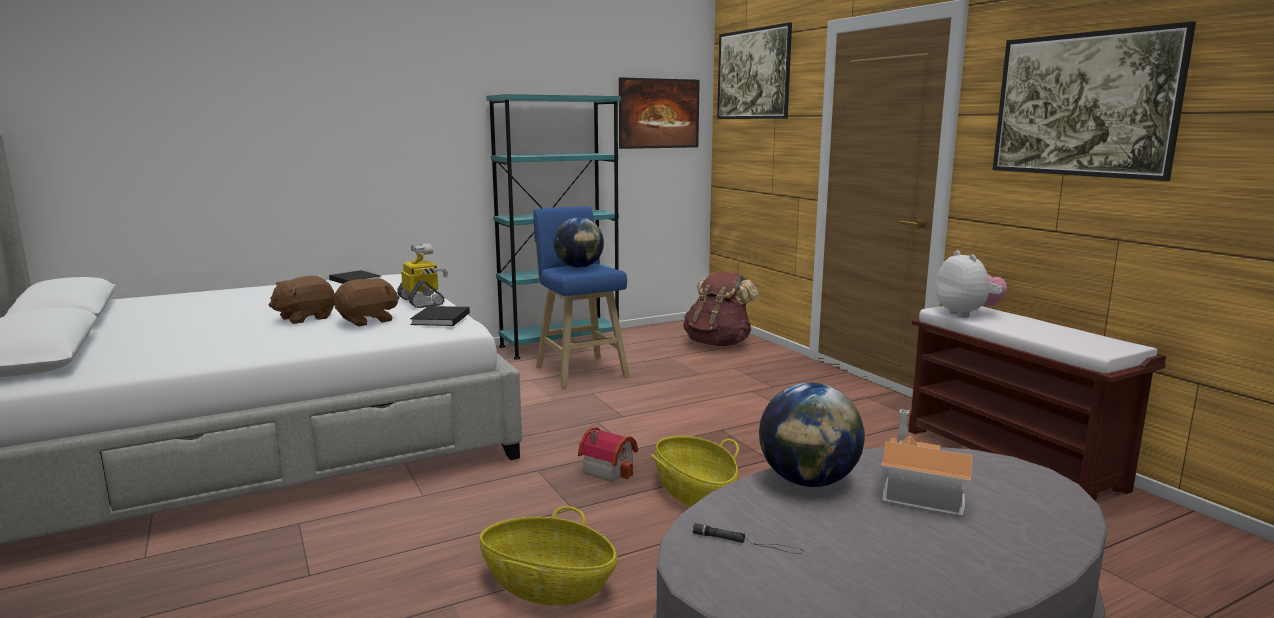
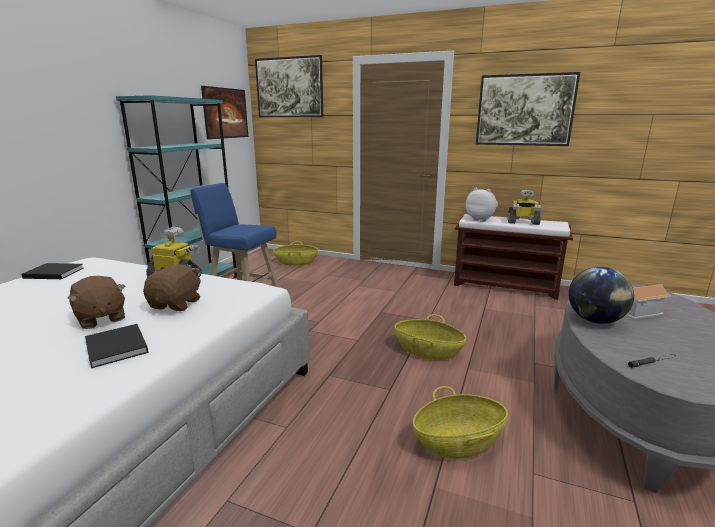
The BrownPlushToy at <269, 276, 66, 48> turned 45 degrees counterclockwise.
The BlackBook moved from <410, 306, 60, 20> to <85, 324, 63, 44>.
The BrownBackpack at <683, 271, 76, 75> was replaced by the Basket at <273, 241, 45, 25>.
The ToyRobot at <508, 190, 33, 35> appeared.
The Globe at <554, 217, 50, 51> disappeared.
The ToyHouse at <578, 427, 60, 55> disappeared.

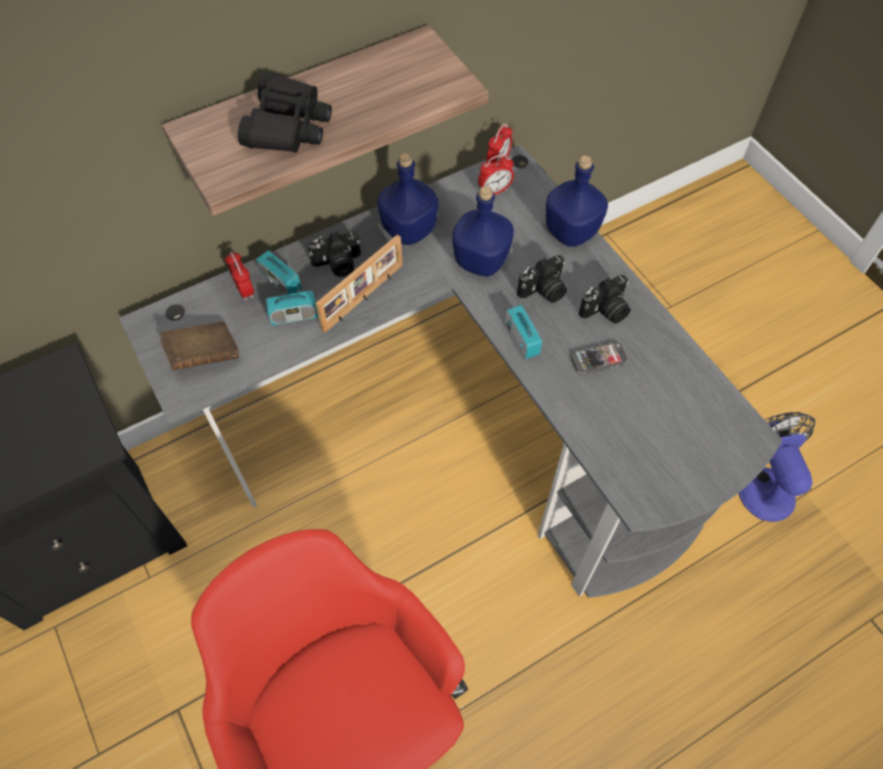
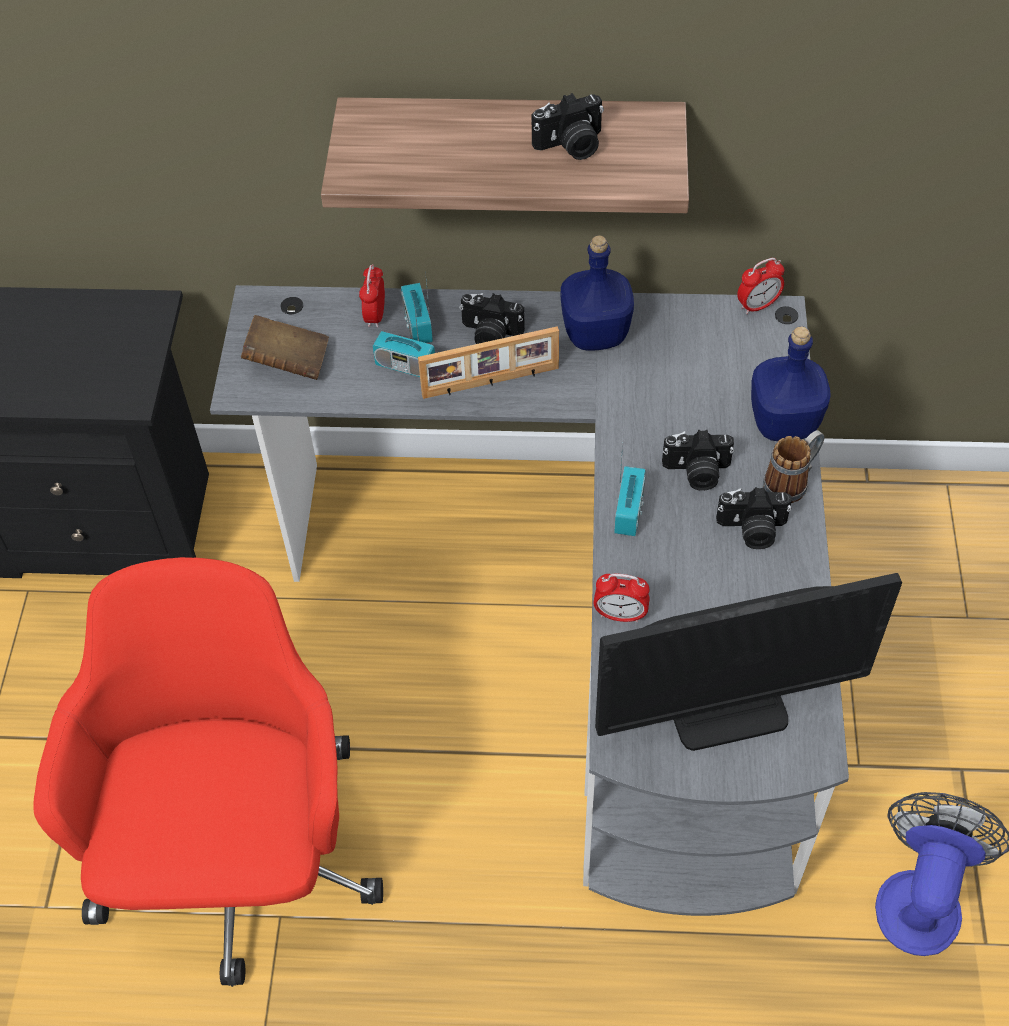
The PhotoCamera at <532, 93, 72, 67> appeared.
The AlarmClock moved from <478, 154, 36, 41> to <593, 574, 57, 48>.
The Monitor at <595, 573, 307, 178> appeared.
The Mug at <763, 430, 62, 73> appeared.
The BlackBinoculars at <238, 73, 94, 80> disappeared.
The BlueBottle at <452, 186, 62, 91> disappeared.
The Phone at <570, 341, 58, 34> disappeared.

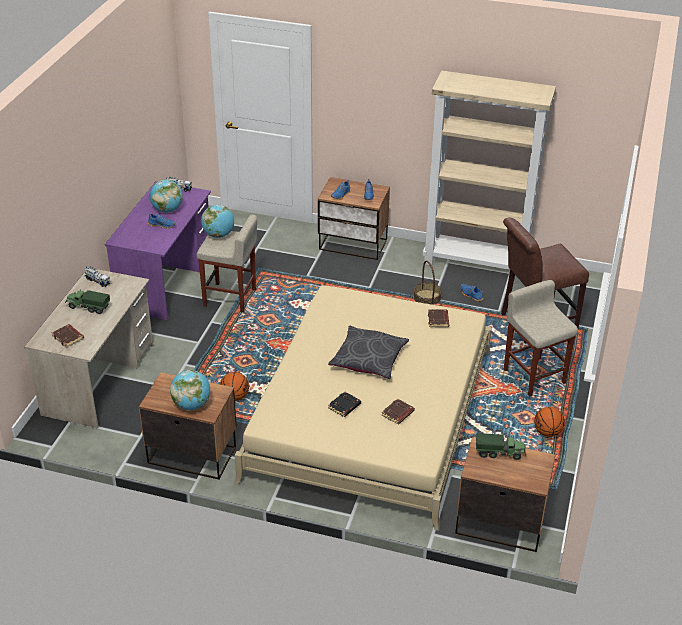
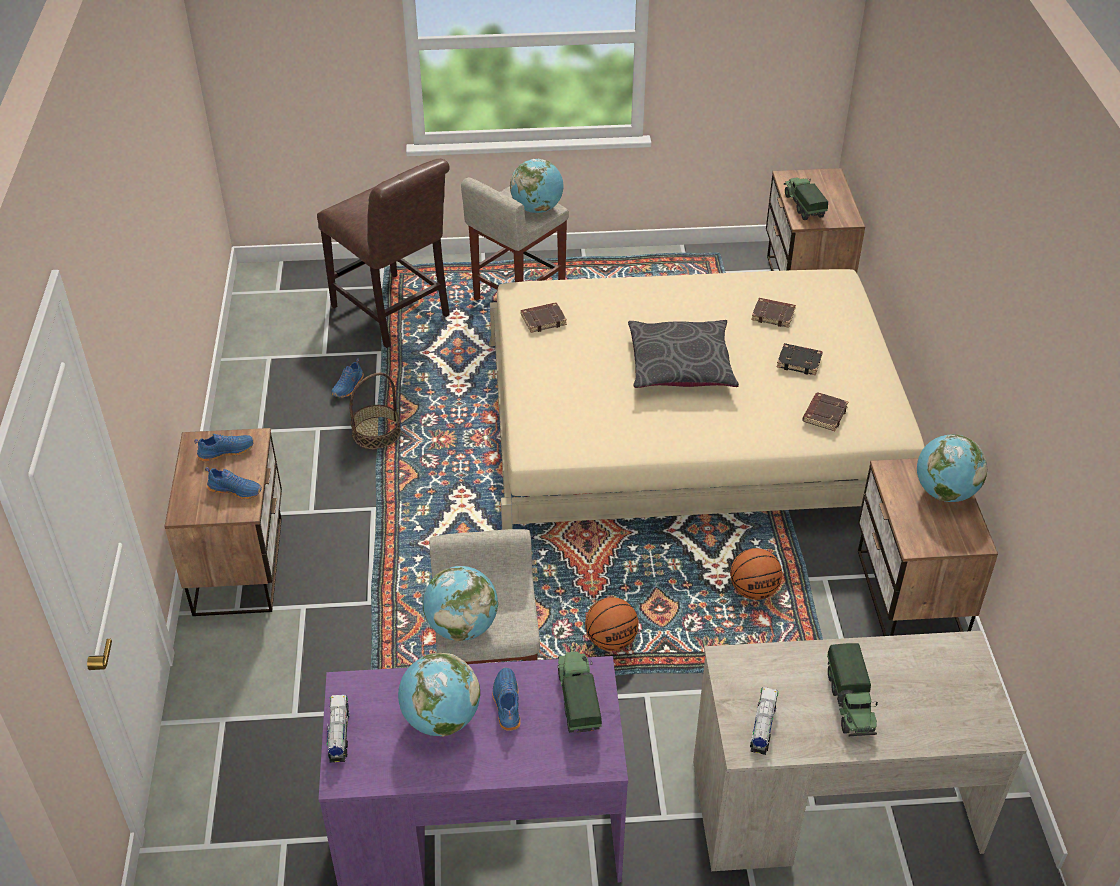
The Globe at <510, 159, 53, 54> appeared.
The ToyTruck at <557, 651, 45, 82> appeared.
The Basketball moved from <534, 407, 31, 30> to <585, 597, 53, 54>.
The BrownBook moved from <52, 324, 32, 24> to <802, 393, 47, 38>.
The BeigeBookcase at <423, 71, 133, 210> disappeared.

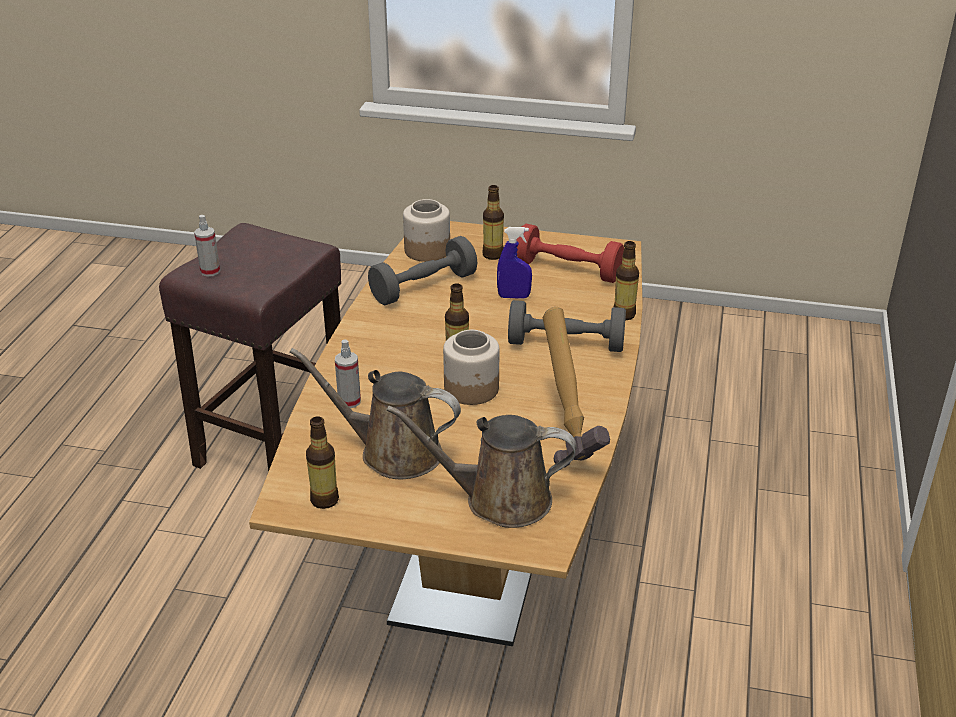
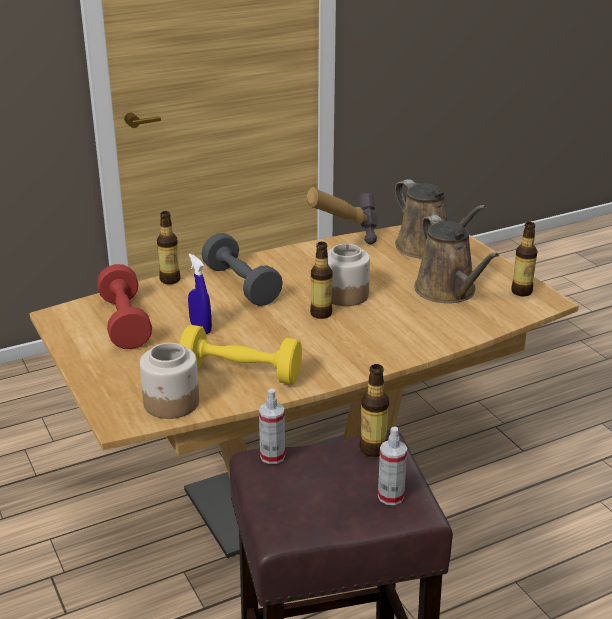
The GreyDumbbell at <368, 236, 110, 69> became the YellowDumbbell at <180, 325, 122, 59>.
The SprayBottle moved from <335, 339, 26, 69> to <259, 389, 26, 75>.
The Bottle moved from <483, 185, 21, 75> to <359, 364, 30, 93>.

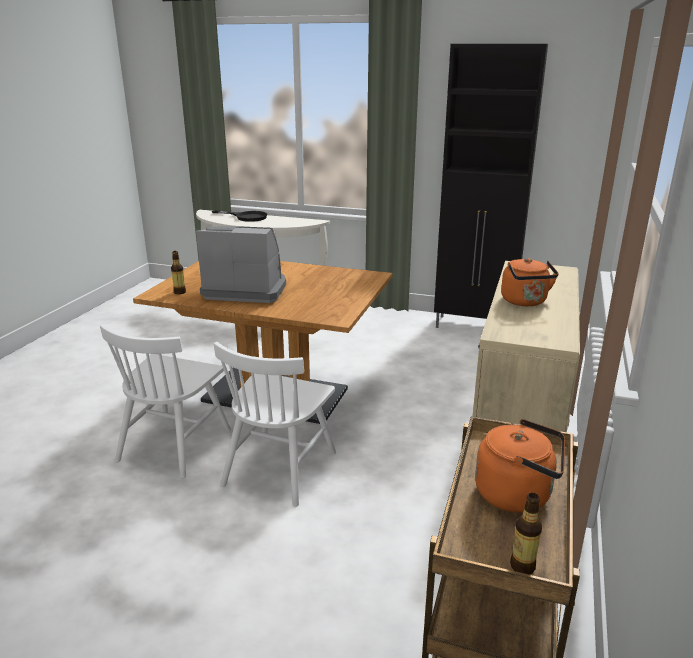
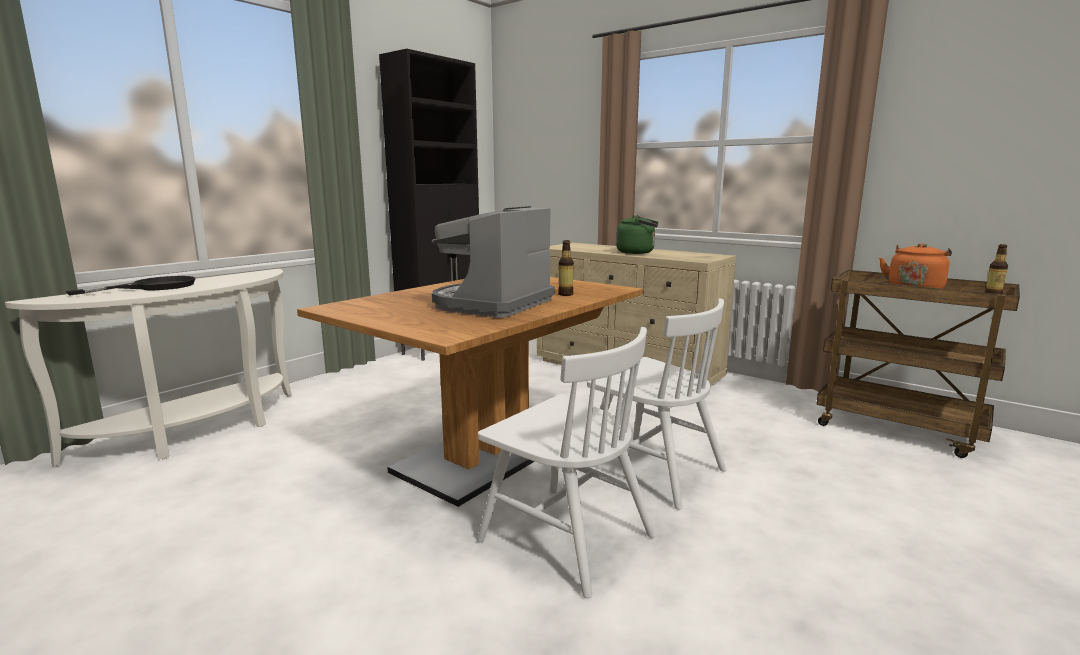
The Bottle moved from <171, 251, 15, 43> to <558, 240, 16, 56>.
The OrangeKettle at <501, 258, 58, 48> became the GreenKettle at <616, 215, 42, 39>.

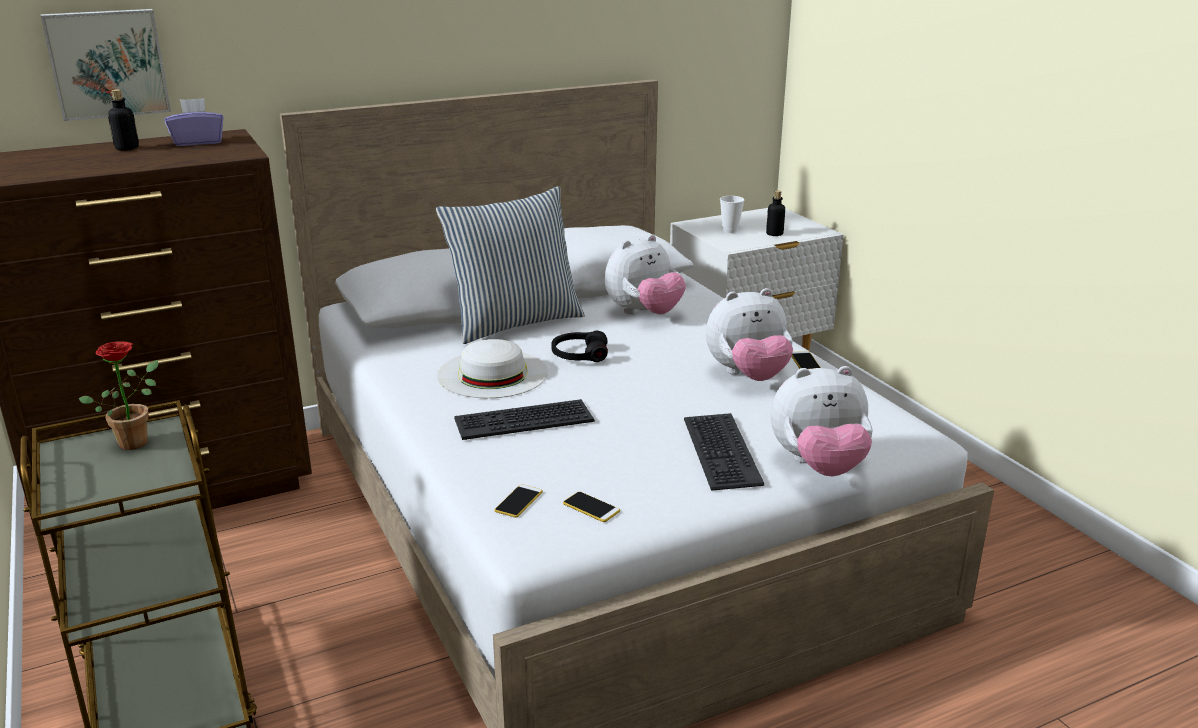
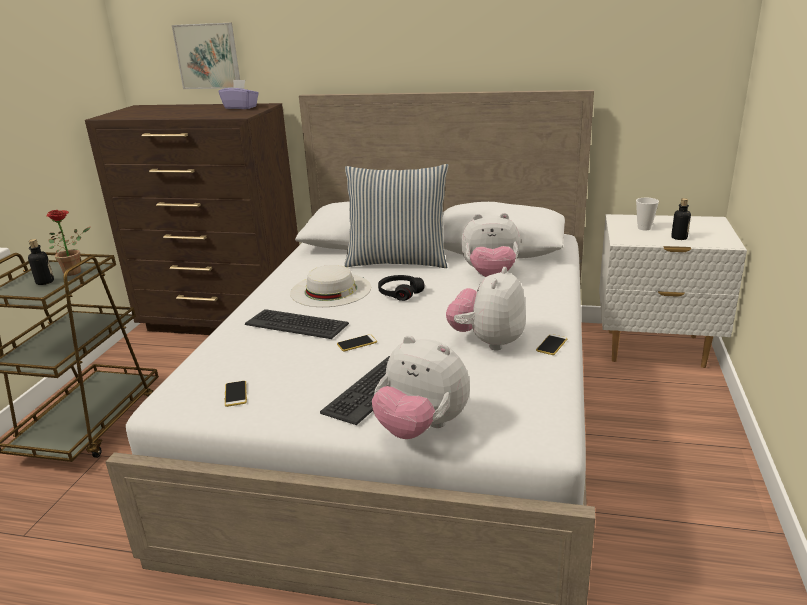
The Bottle moved from <108, 89, 31, 62> to <28, 239, 26, 46>.
The Phone moved from <494, 484, 49, 34> to <337, 334, 40, 17>.
The PlushToy at <706, 288, 87, 93> turned 90 degrees clockwise.

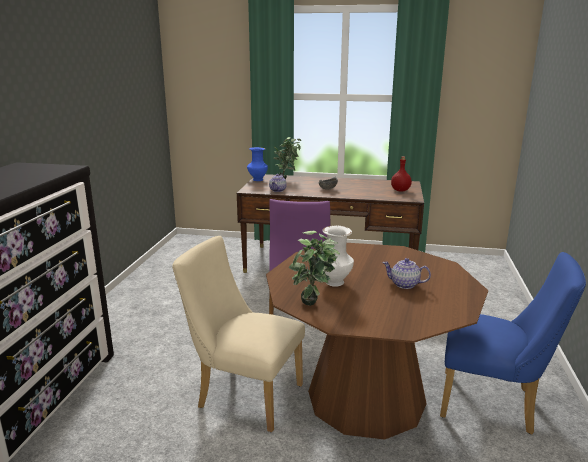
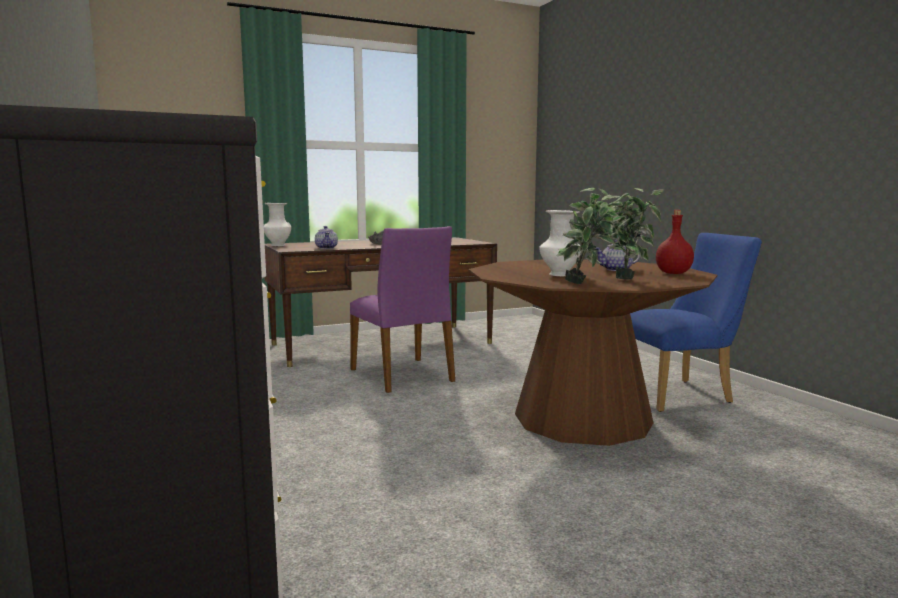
The BlueVase at <247, 147, 21, 34> became the WhiteVase at <264, 203, 27, 43>.
The PottedPlant moved from <273, 137, 28, 43> to <607, 188, 58, 92>.
The RedBottle moved from <391, 156, 21, 35> to <656, 210, 38, 64>.
The BeigeChair at <172, 236, 133, 196> disappeared.

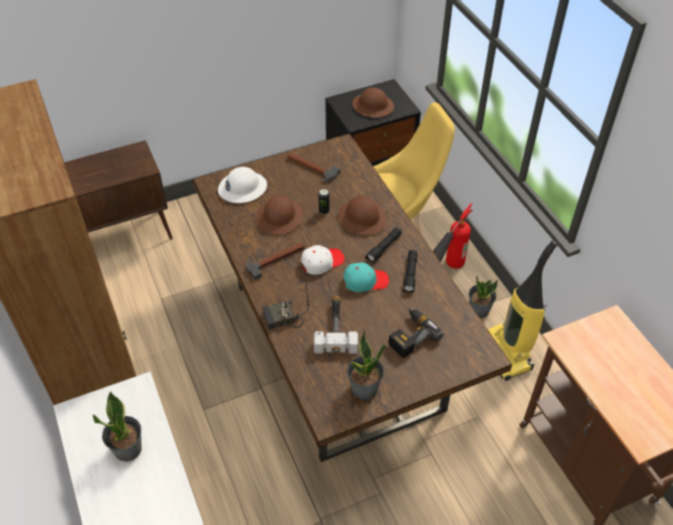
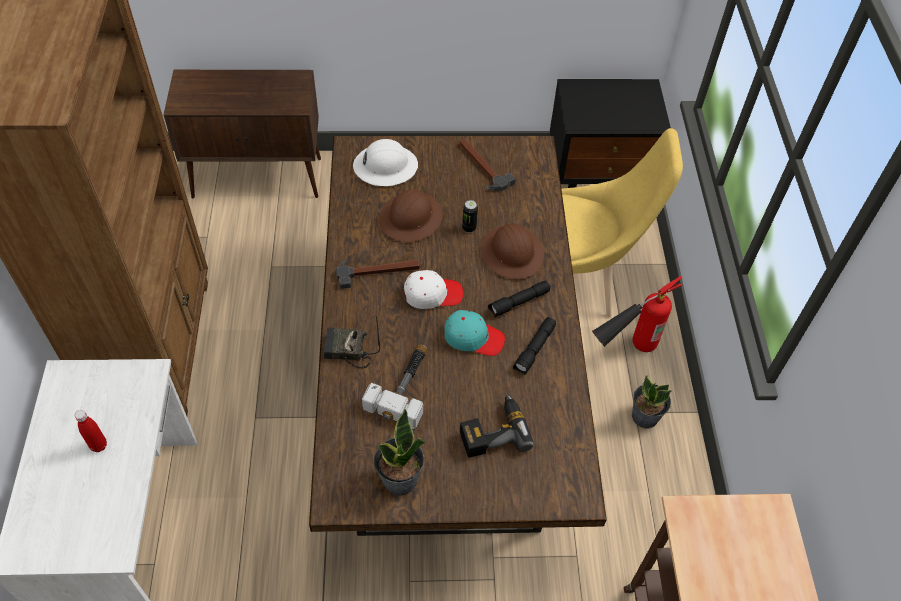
The PottedPlant at <93, 391, 49, 71> was replaced by the RedBottle at <74, 410, 33, 42>.
The BrownHardHat at <352, 87, 42, 31> disappeared.
The VacuumCleaner at <488, 240, 70, 141> disappeared.

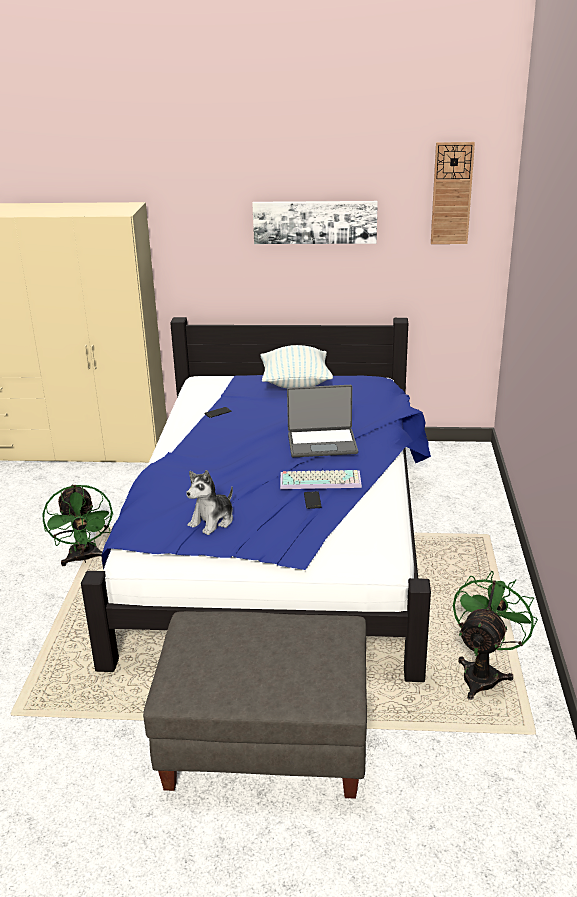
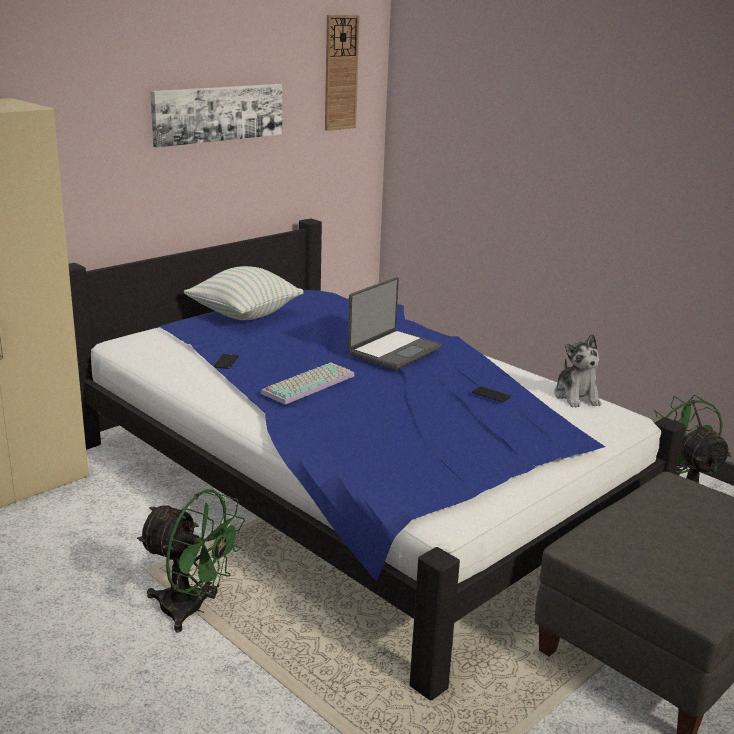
The Keyboard moved from <280, 470, 82, 19> to <261, 362, 94, 43>.
The PlushToy moved from <186, 470, 47, 65> to <554, 334, 48, 74>.

